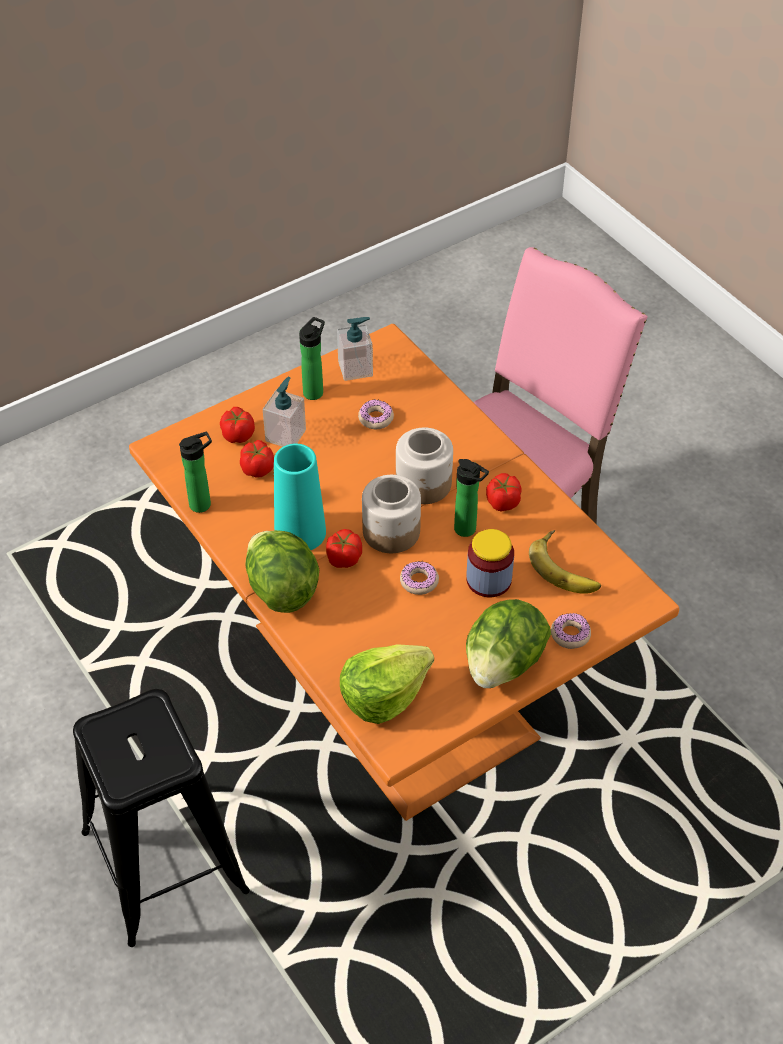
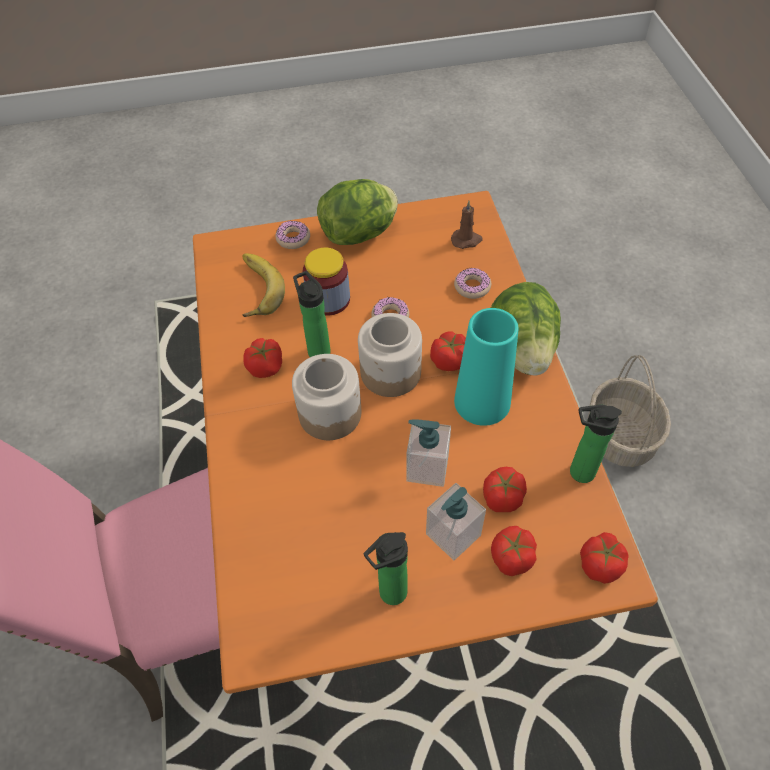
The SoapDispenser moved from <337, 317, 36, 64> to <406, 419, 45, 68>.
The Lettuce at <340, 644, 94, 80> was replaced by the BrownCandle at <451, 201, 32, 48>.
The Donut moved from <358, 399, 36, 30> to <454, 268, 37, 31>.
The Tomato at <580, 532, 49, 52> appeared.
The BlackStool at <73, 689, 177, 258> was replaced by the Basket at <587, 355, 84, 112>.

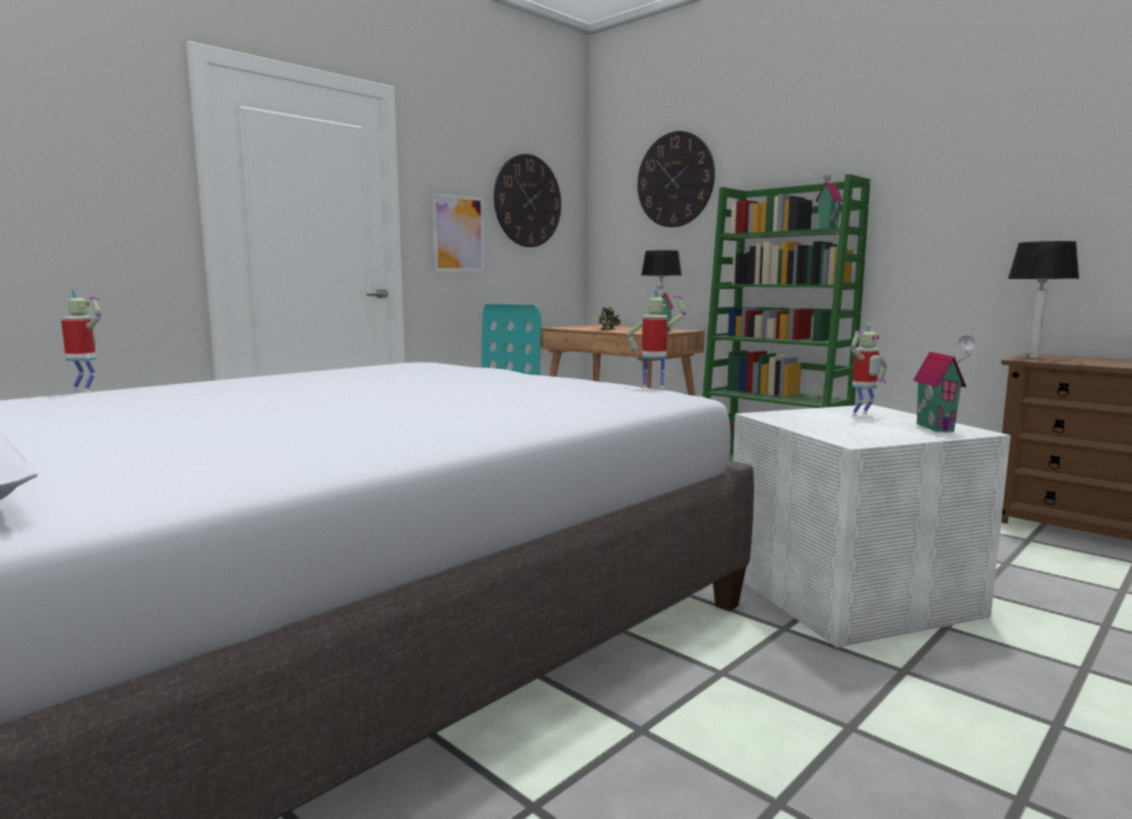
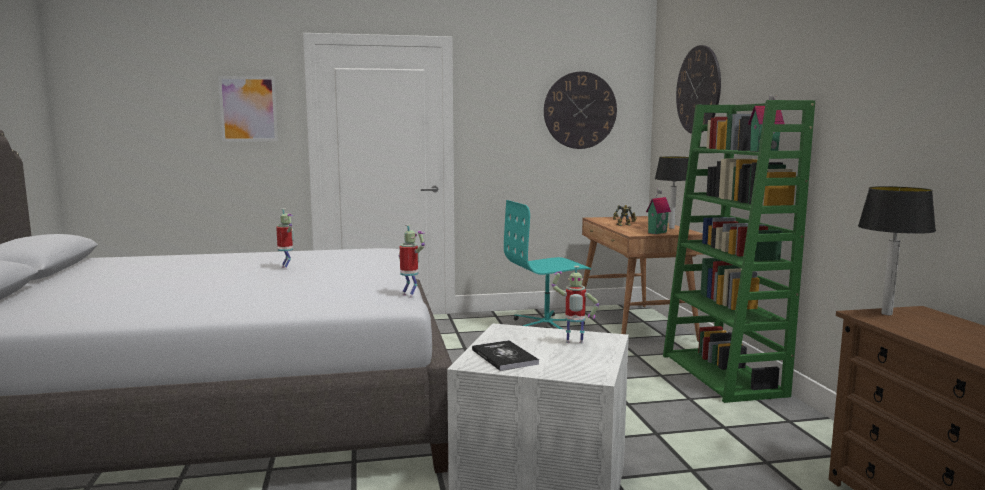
The Picture moved from <432, 192, 53, 80> to <218, 76, 60, 66>.
The ToyRobot moved from <61, 289, 40, 103> to <276, 208, 18, 62>.
The Book at <472, 340, 67, 31> appeared.
The ToyHouse at <913, 335, 63, 97> disappeared.

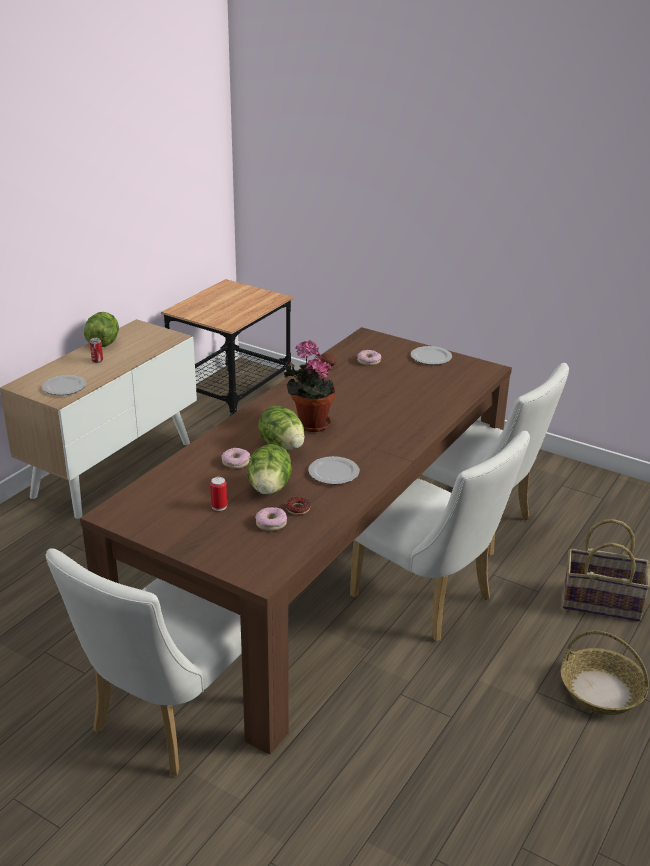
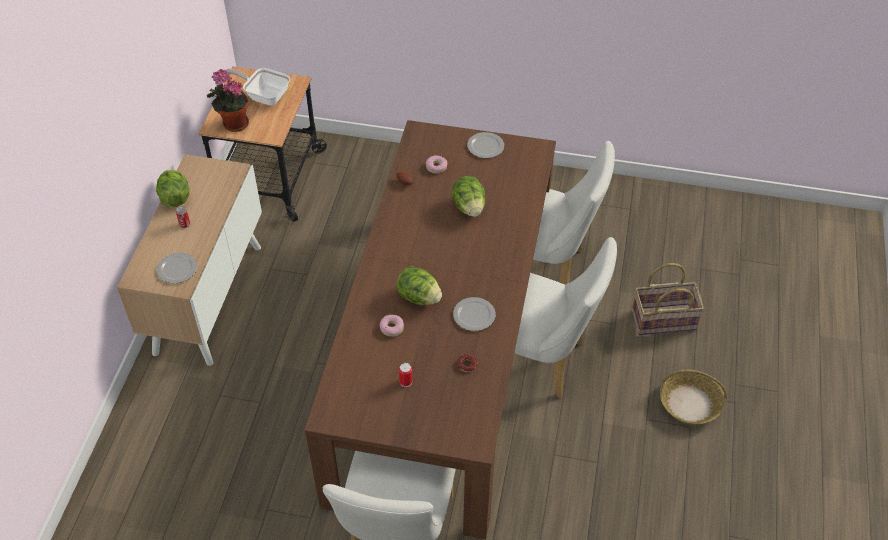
The PottedPlant moved from <284, 341, 52, 91> to <207, 69, 42, 63>.
The FryingPan at <225, 68, 65, 38> appeared.
The Lettuce moved from <247, 444, 45, 51> to <451, 176, 35, 41>.
The Donut at <255, 507, 32, 24> disappeared.

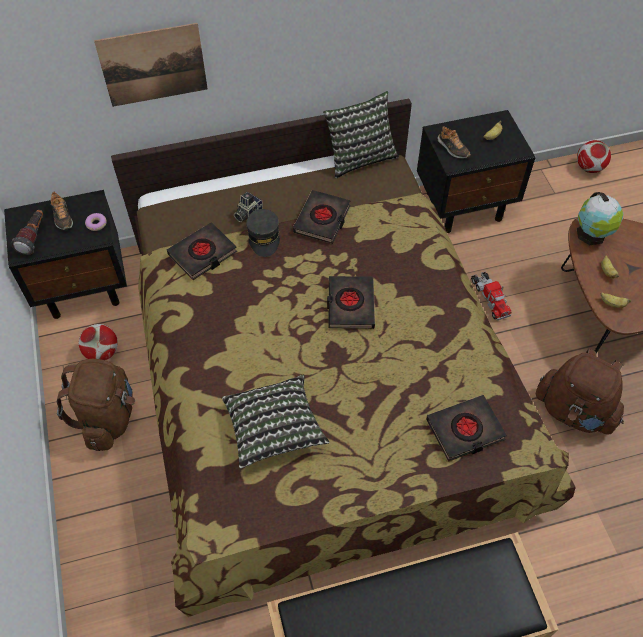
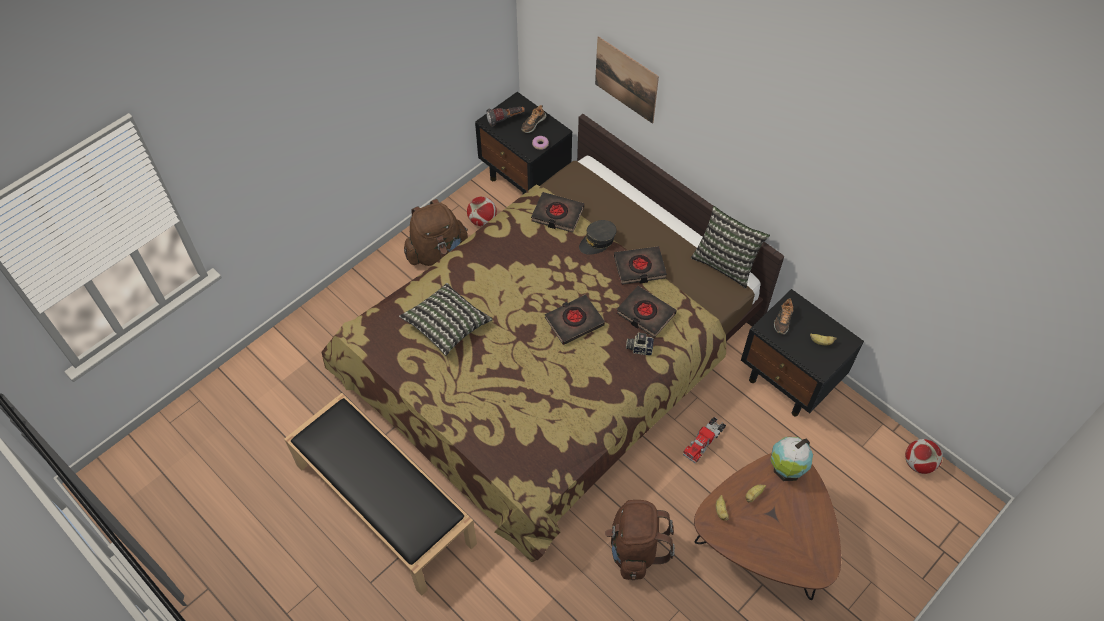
The BlackBook moved from <426, 395, 81, 67> to <616, 286, 61, 52>.
The PhotoCamera moved from <234, 192, 29, 30> to <626, 332, 28, 23>.

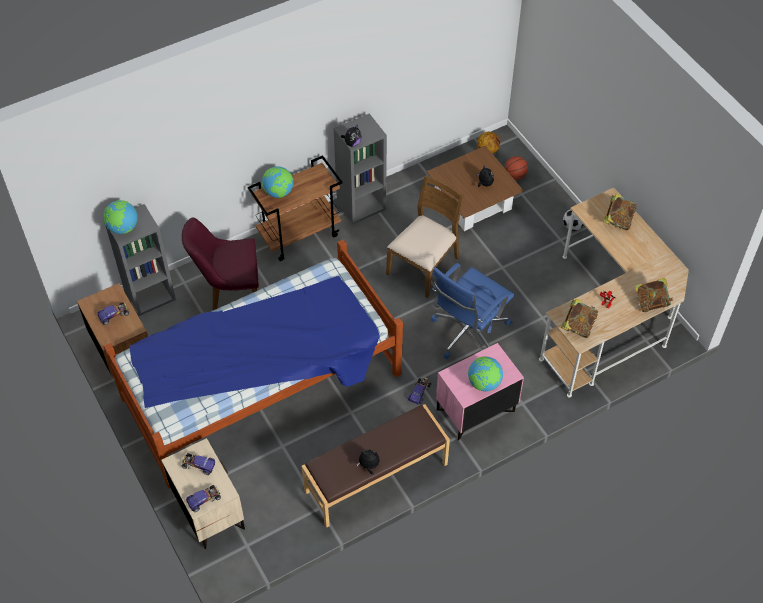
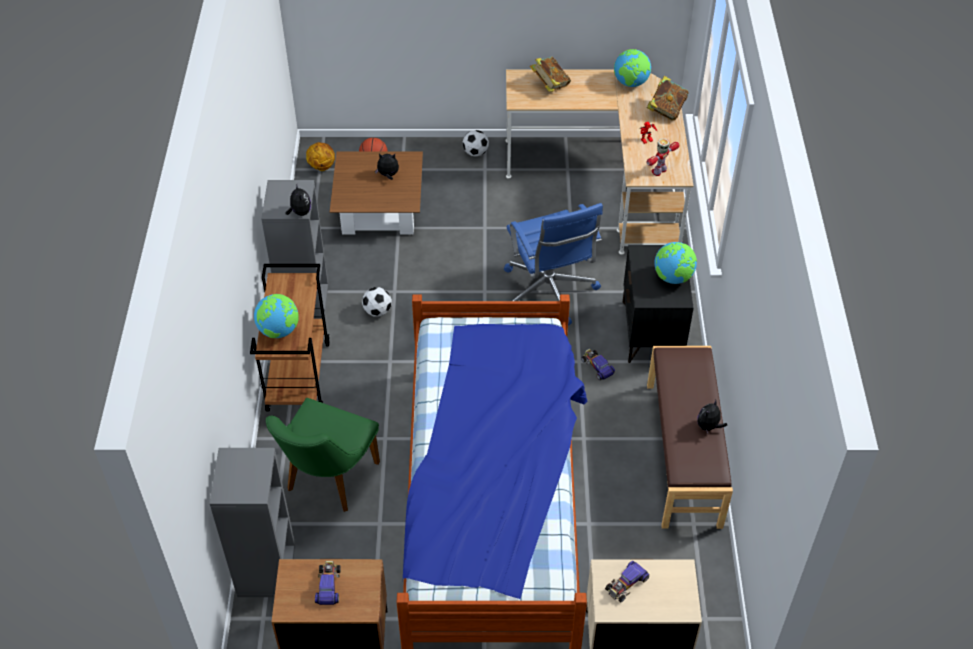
The PurpleChair at <182, 217, 77, 93> became the GreenChair at <266, 398, 114, 114>.
The Football at <362, 287, 30, 30> appeared.
The Globe moved from <103, 200, 35, 34> to <614, 49, 37, 38>.
The PinkNightstand at <436, 343, 88, 98> became the BlackNightstand at <623, 245, 71, 118>.
The Book at <561, 299, 37, 39> was replaced by the ToyRobot at <647, 138, 33, 38>.
The ToyCar at <186, 485, 35, 27> disappeared.
The BrownChair at <386, 176, 78, 122> disappeared.

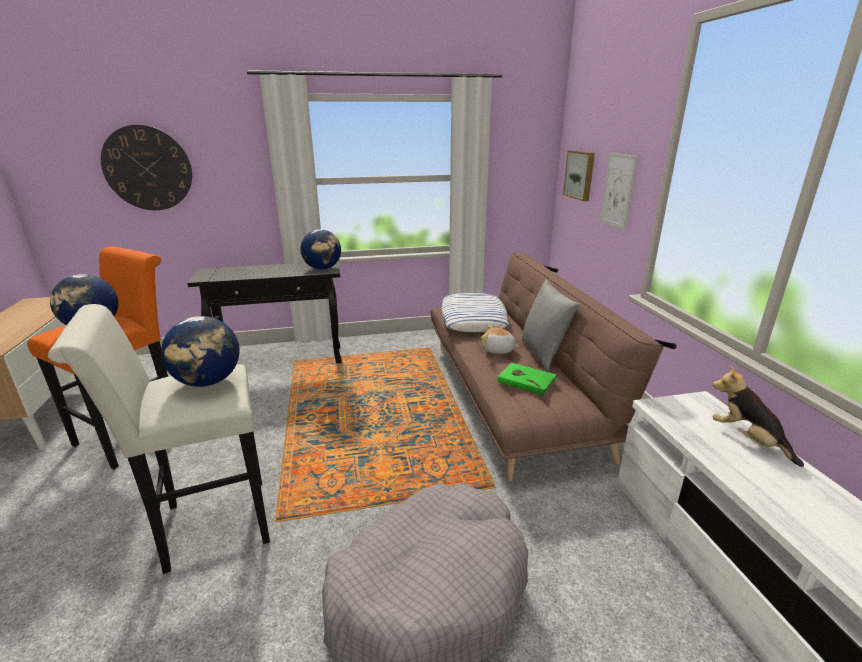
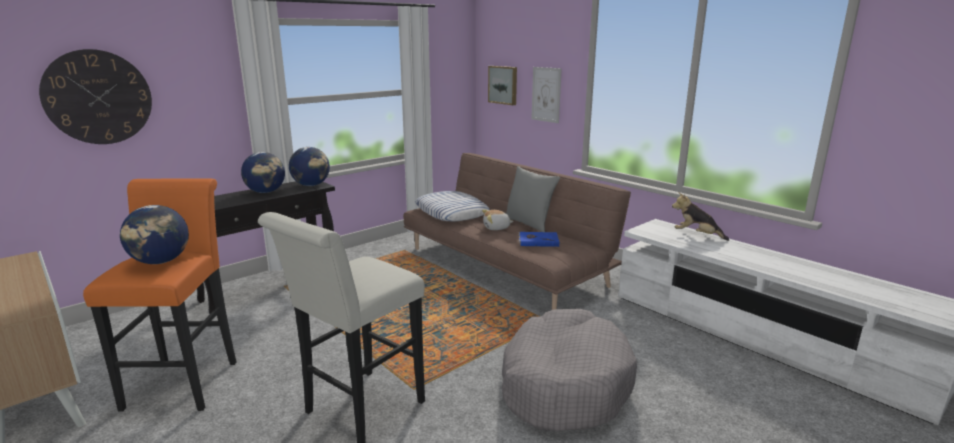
The Globe moved from <161, 316, 79, 71> to <241, 152, 44, 41>.
The GreenBook at <498, 363, 59, 32> became the BlueBook at <519, 232, 40, 15>.

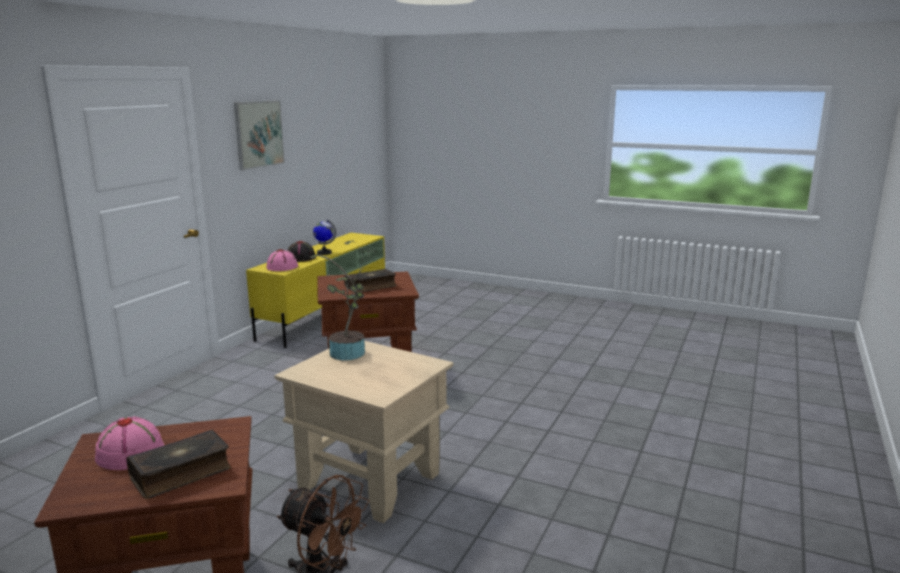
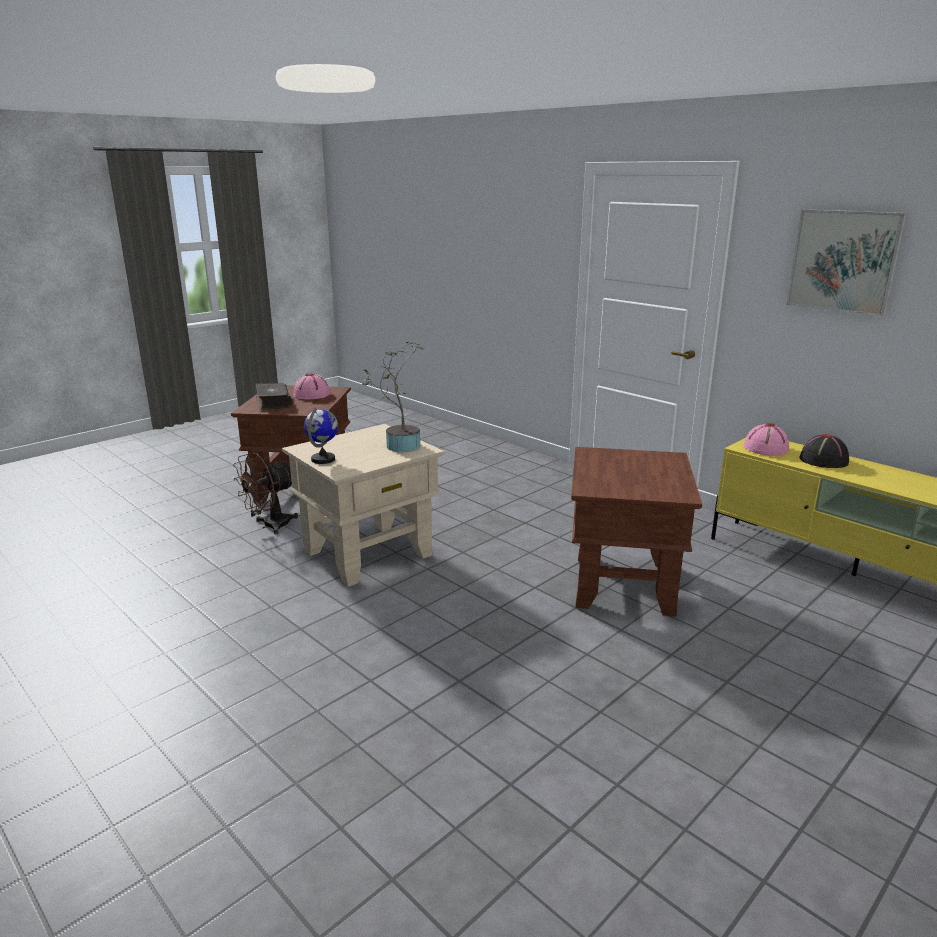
The Globe moved from <313, 219, 23, 36> to <304, 408, 34, 56>.
The Book at <344, 269, 52, 24> disappeared.

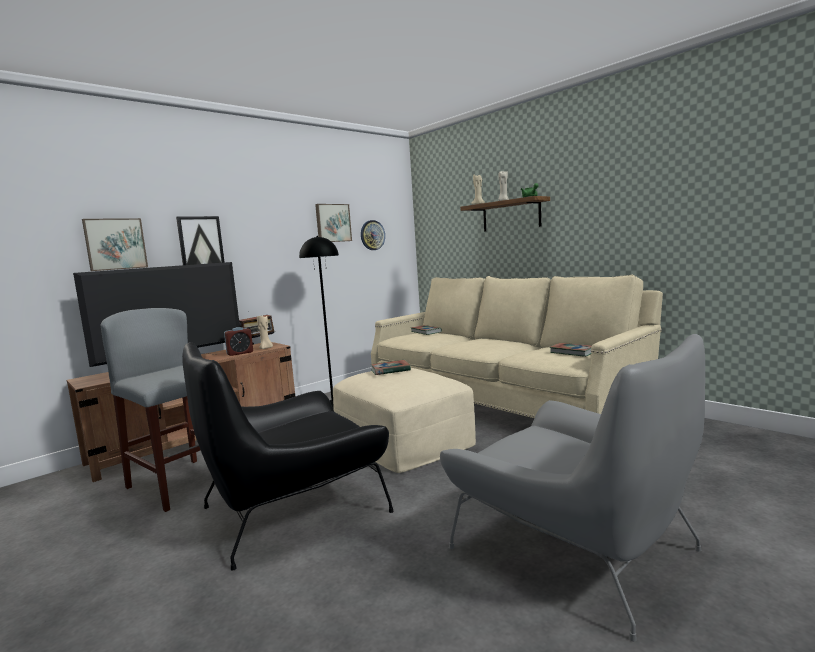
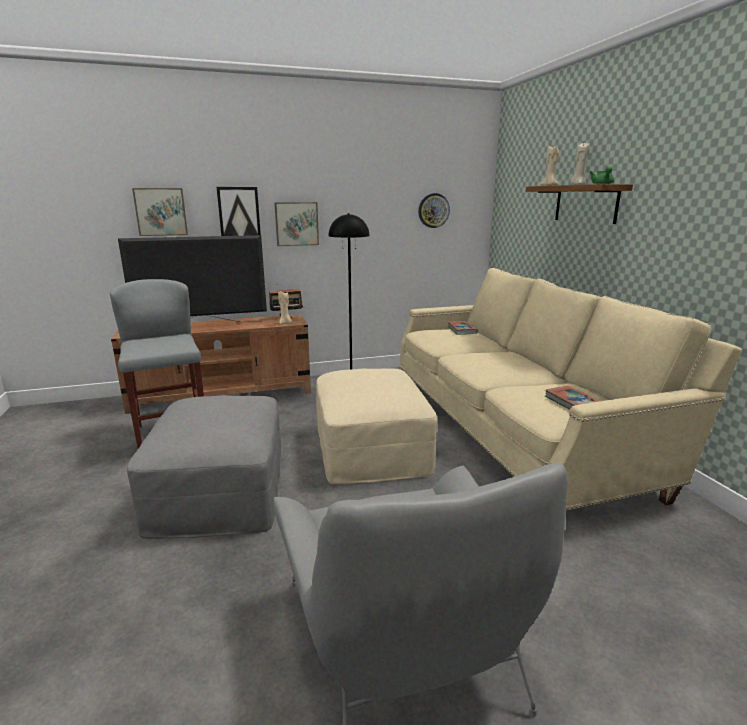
The BlackArmchair at <182, 342, 212, 229> was replaced by the GreyOttoman at <127, 395, 154, 144>.
The Picture moved from <315, 204, 37, 38> to <274, 202, 45, 44>.
The AlarmClock at <224, 327, 29, 29> disappeared.
The Book at <371, 360, 40, 15> disappeared.

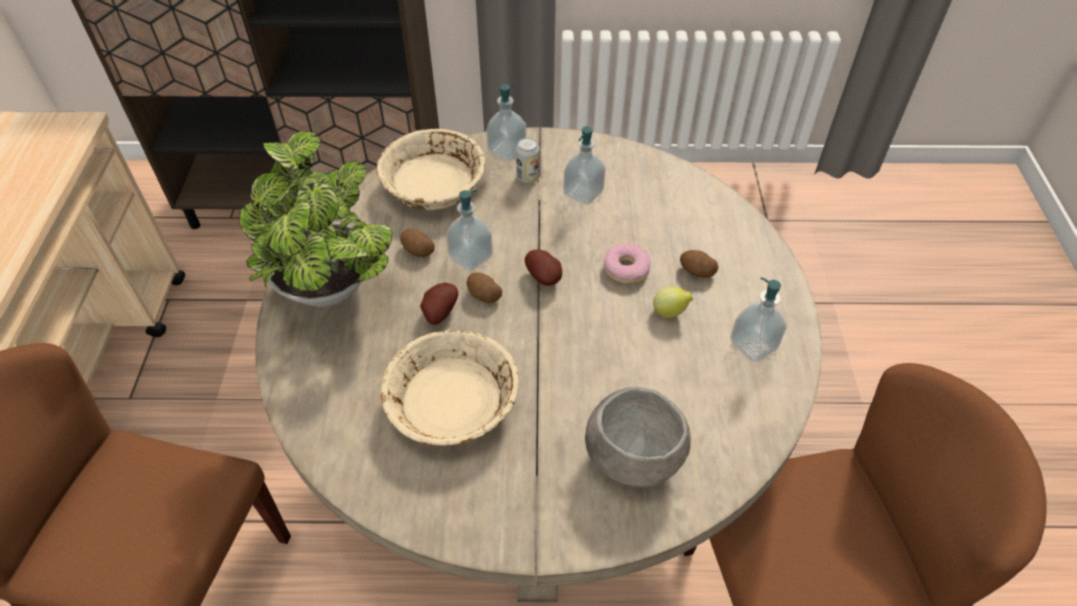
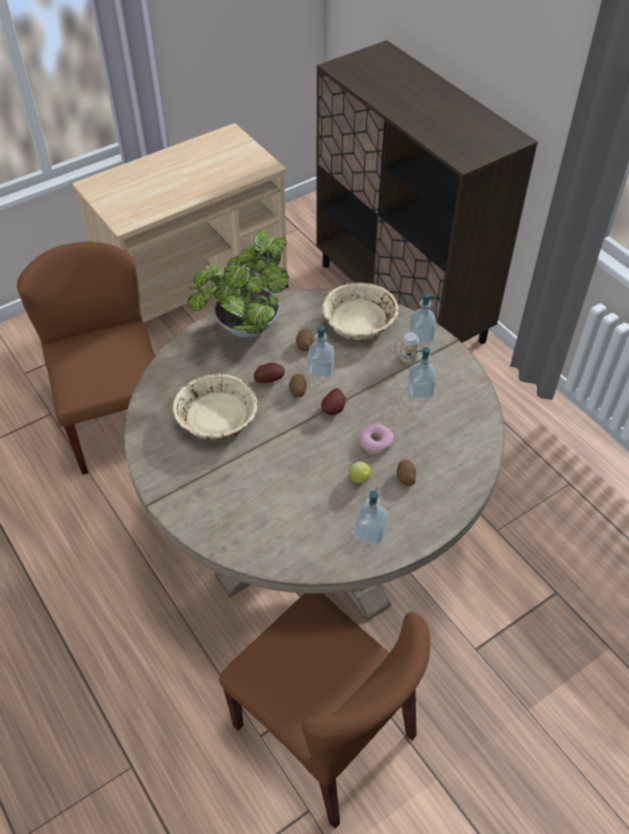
The GreyBowl at <585, 387, 106, 100> disappeared.

